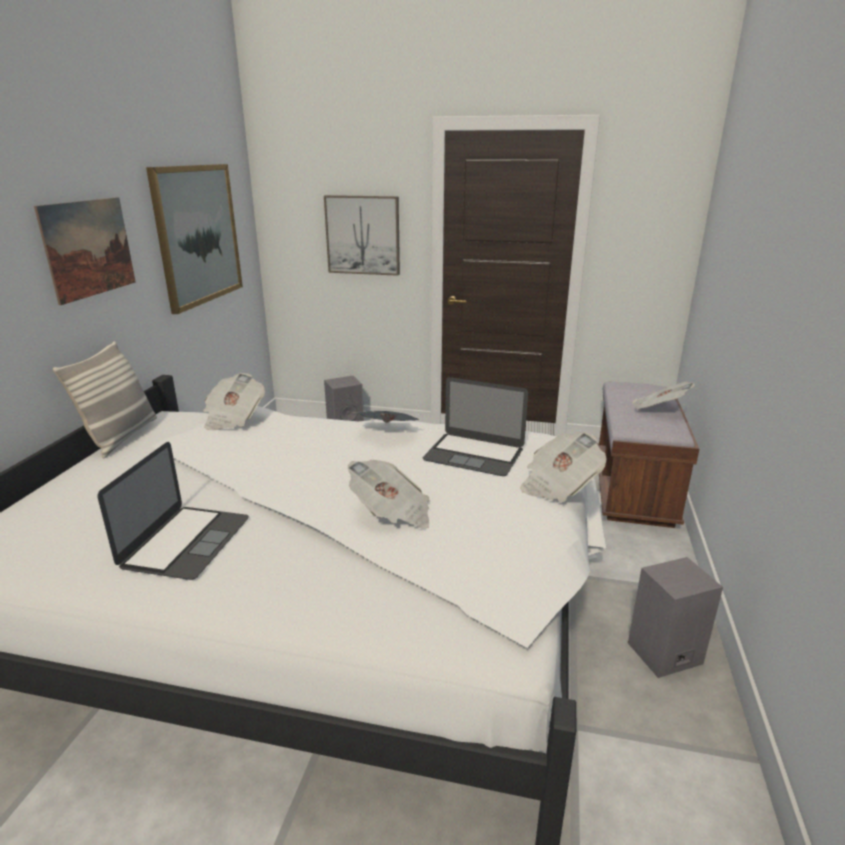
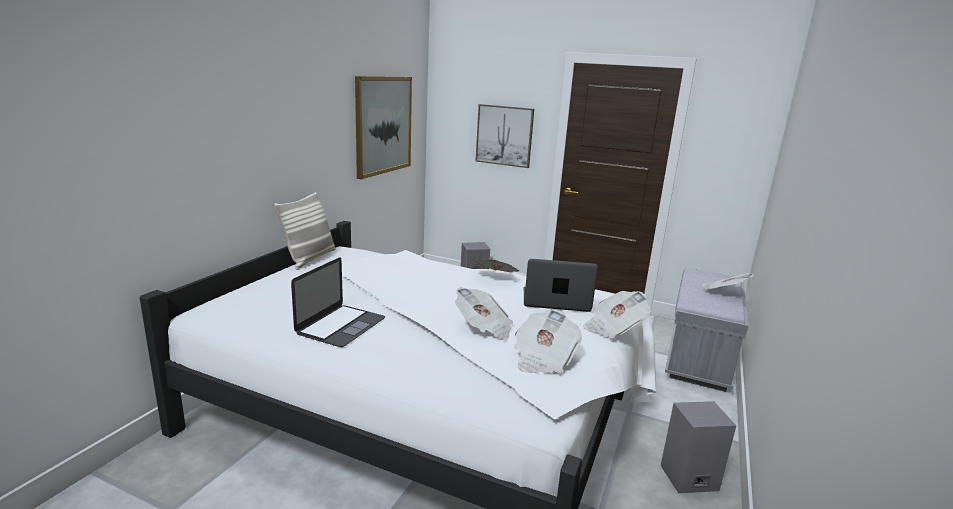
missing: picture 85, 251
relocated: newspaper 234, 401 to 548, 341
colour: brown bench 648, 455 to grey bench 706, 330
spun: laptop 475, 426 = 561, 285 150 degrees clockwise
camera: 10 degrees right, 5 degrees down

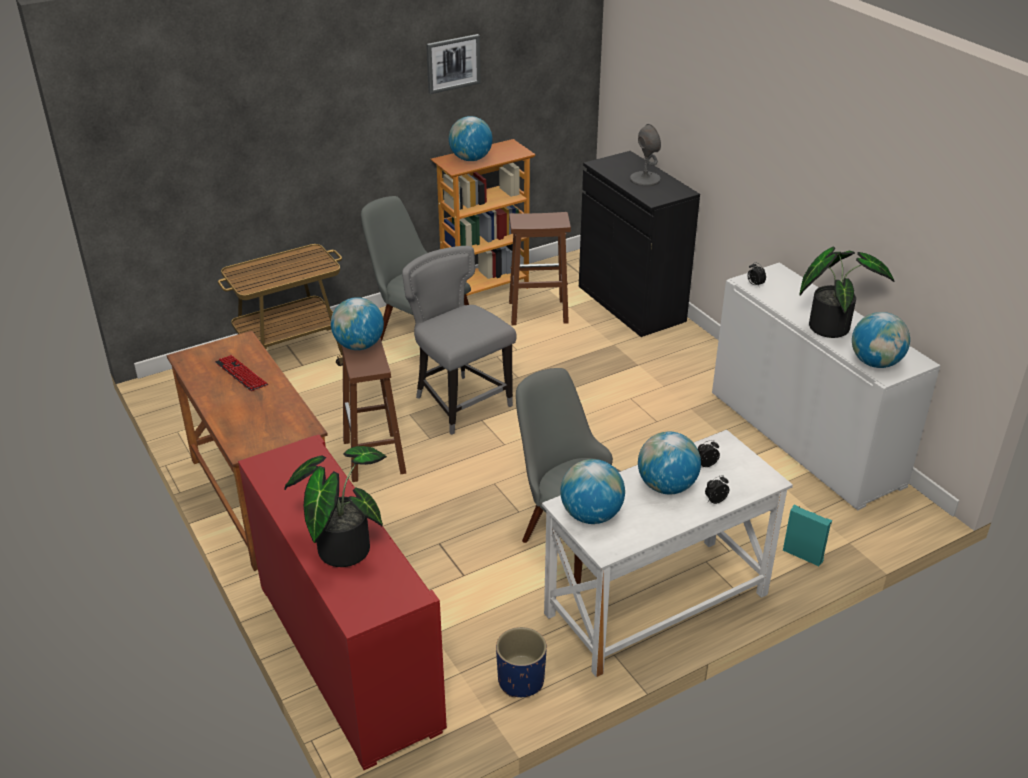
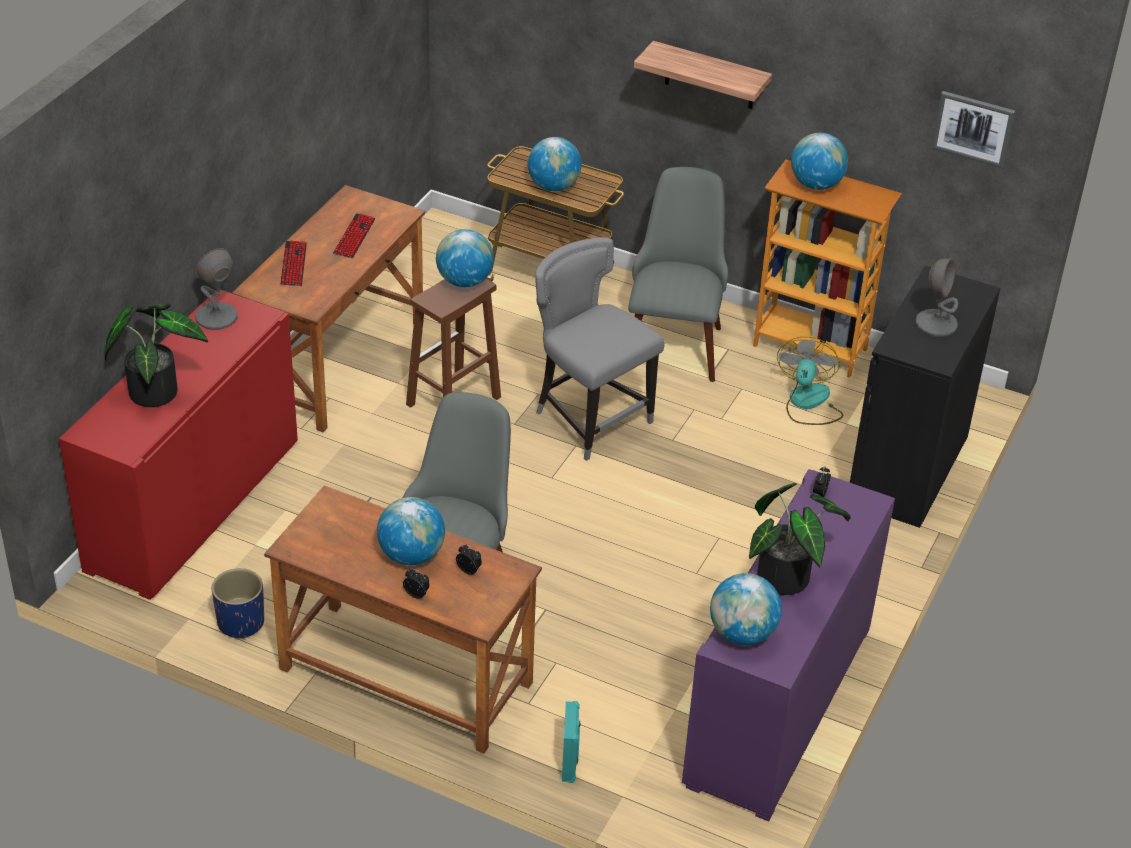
appeared: grey table lamp 216, 289; keyboard 293, 263; shelf 703, 75
relocated: globe 592, 491 to 555, 164; picture 453, 64 to 973, 129
exchanged: brown stool 540, 268 to fan 810, 381
colour: white desk 667, 553 to brown desk 403, 619; white cabinet 826, 386 to purple cabinet 788, 645
spun: grey chair 459, 340 = 600, 349 60 degrees counterclockwise
camera: 55 degrees right, 5 degrees up

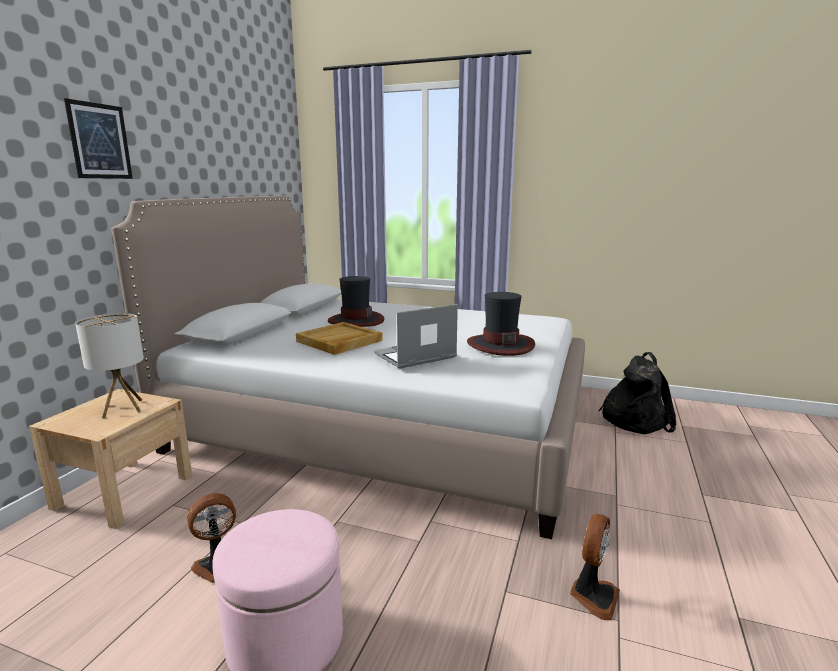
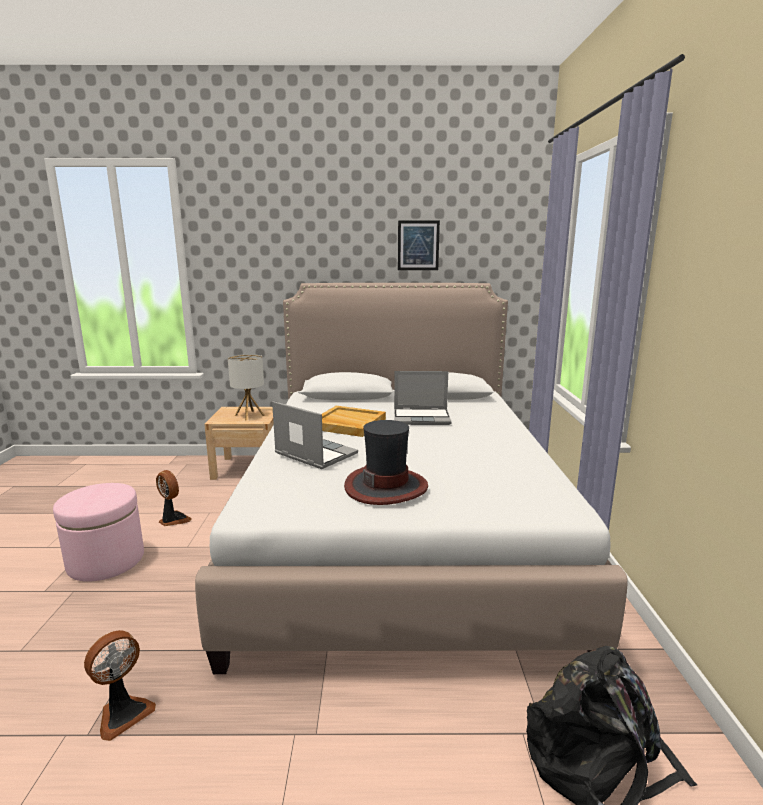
relocated: picture 98, 138 to 419, 245
exchanged: hat 356, 301 to laptop 422, 398
spun: fan 595, 567 = 120, 685 60 degrees counterclockwise
camera: 70 degrees right, 0 degrees up

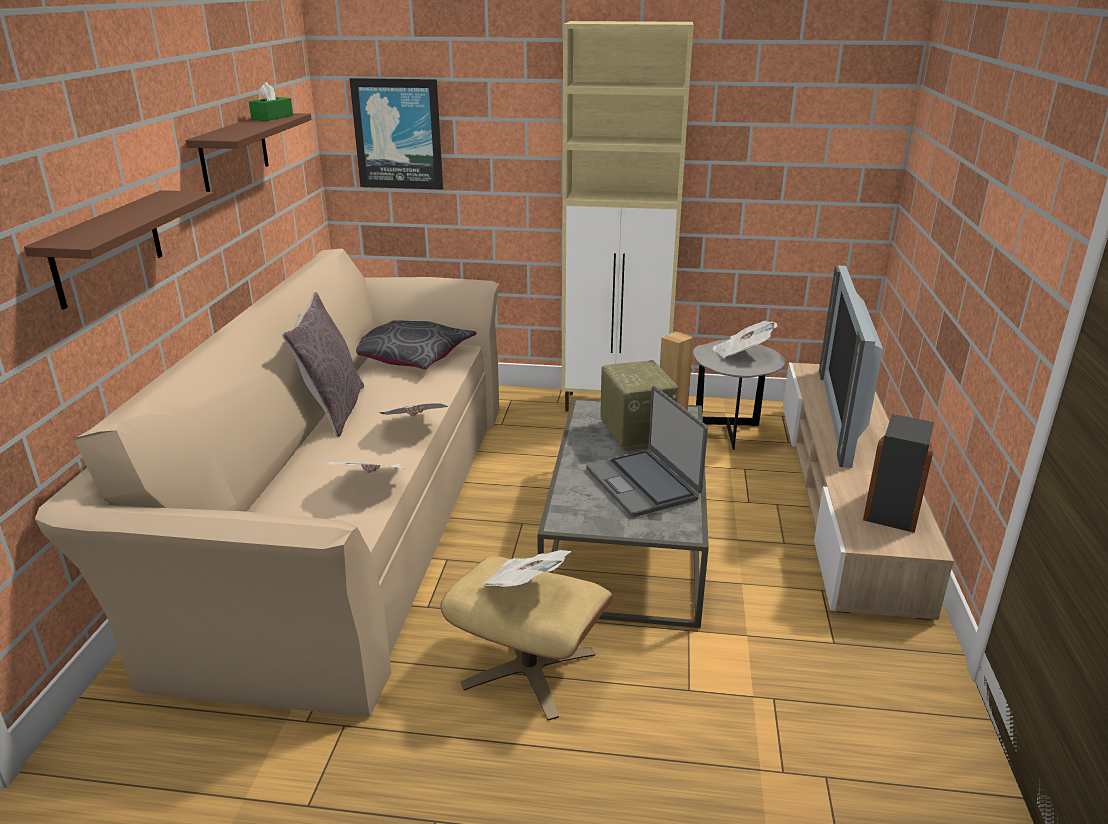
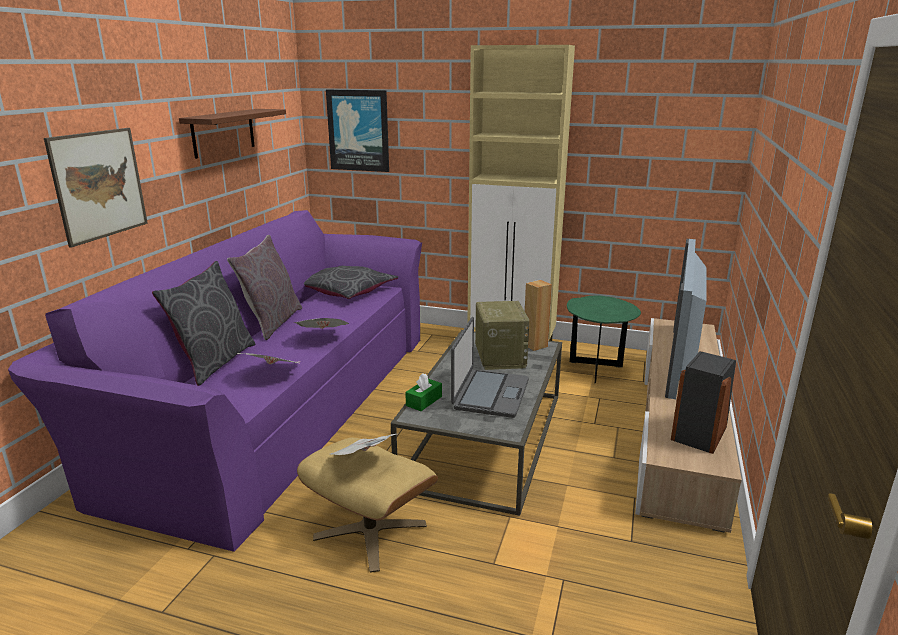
missing: newspaper 744, 339
appeared: grey pillow 203, 323
relocated: green tissue box 271, 101 to 423, 392
exchanged: brown shelf 119, 249 to picture 96, 188
colour: beige sofa 267, 483 to purple sofa 215, 381; grey side table 739, 395 to green side table 604, 339
spun: laptop 647, 451 = 490, 367 150 degrees counterclockwise
camera: 10 degrees right, 5 degrees down

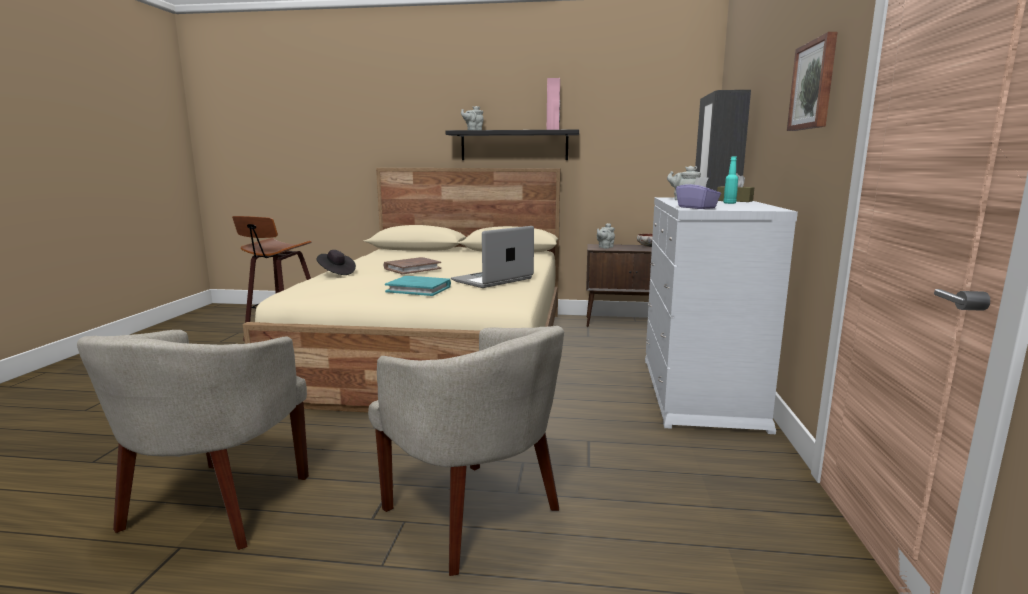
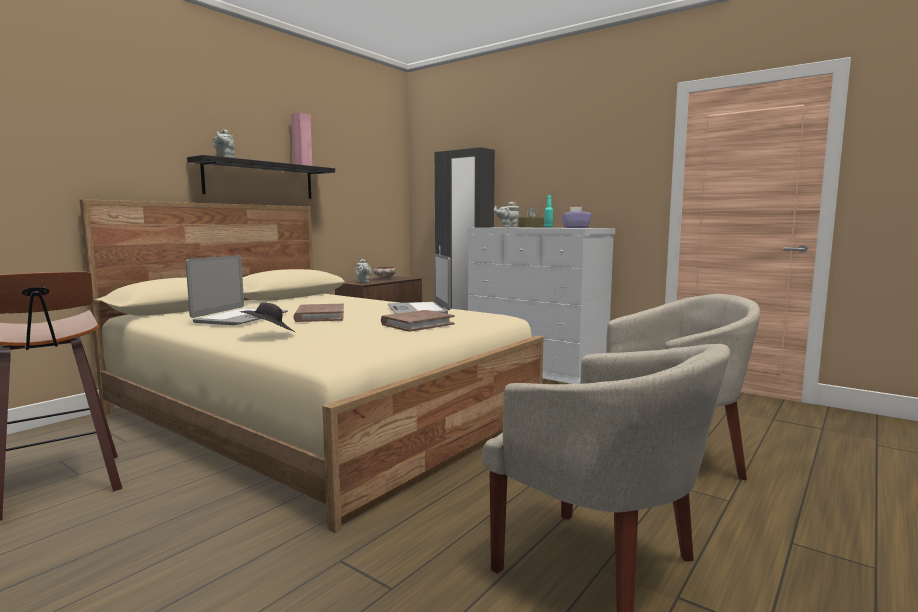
missing: picture 812, 81
appeared: laptop 237, 290
colour: turquoise book 418, 286 to brown book 418, 321
camera: 60 degrees left, 5 degrees down

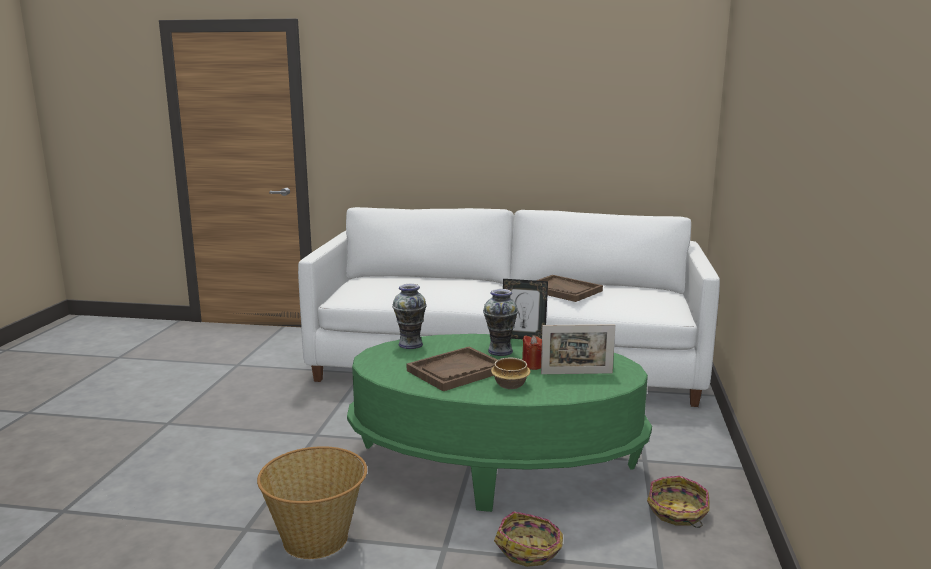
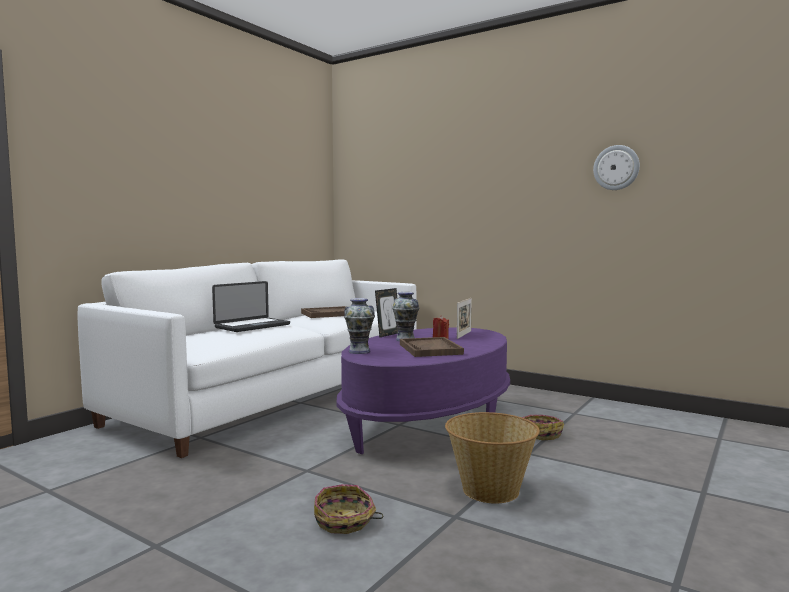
missing: bowl 510, 373
appeared: laptop 251, 306; wall clock 616, 167
relocated: basket 678, 502 to 348, 509
colour: green coffee table 499, 423 to purple coffee table 423, 390
camera: 65 degrees left, 10 degrees down

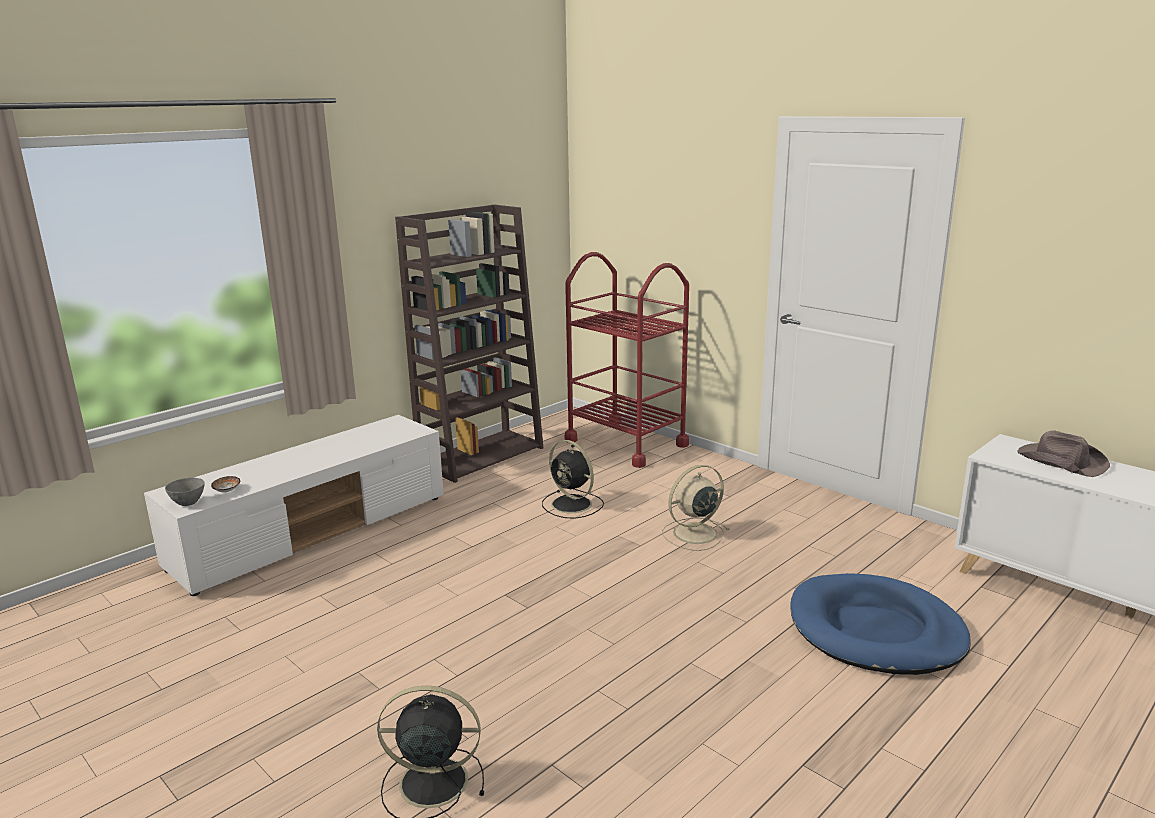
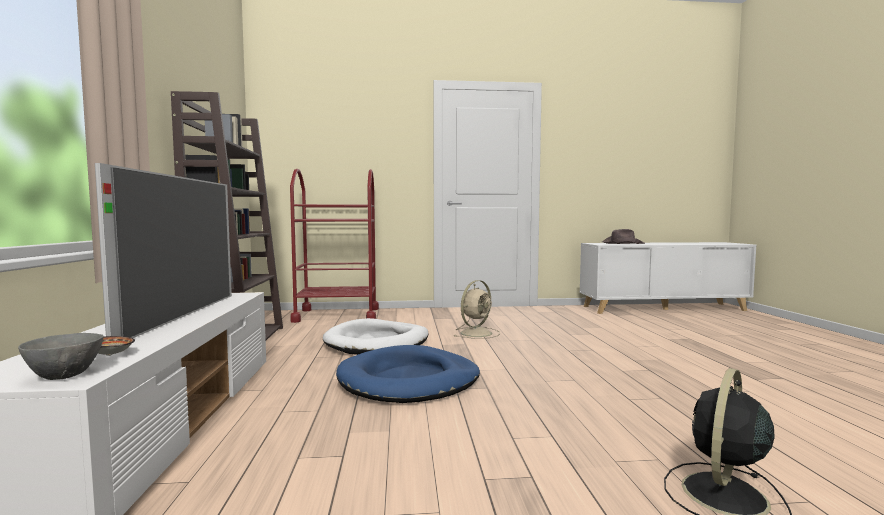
appeared: television 163, 250
relocated: blue dog bed 880, 624 to 408, 374
exchanged: black fan 573, 479 to white dog bed 376, 336
spun: beige fan 695, 508 = 476, 309 150 degrees counterclockwise
camera: 50 degrees left, 15 degrees down

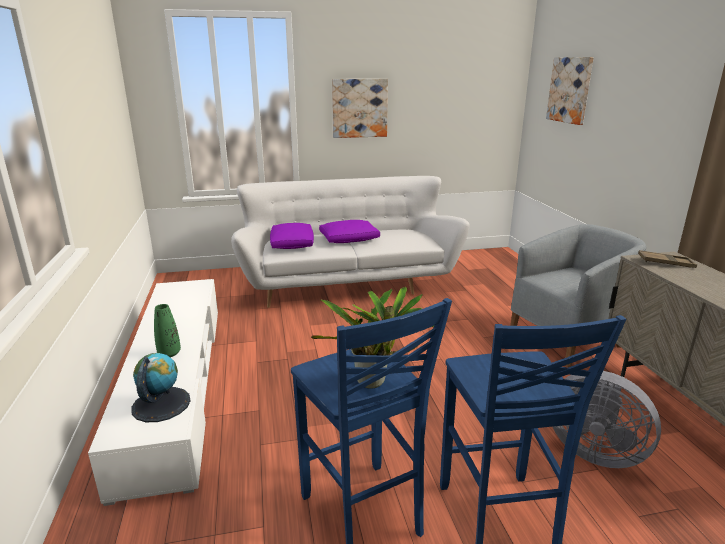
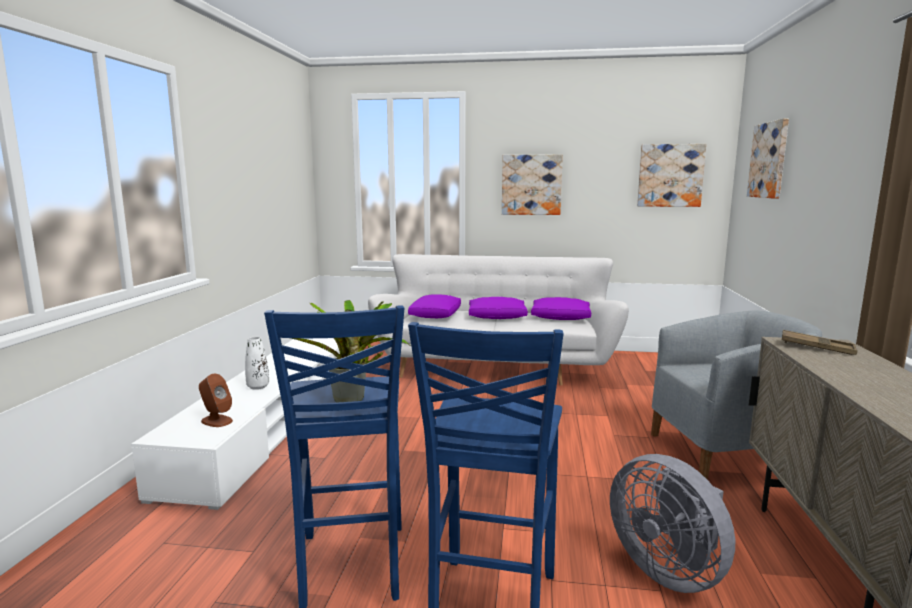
appeared: purple pillow 561, 308; picture 671, 175
exchanged: globe 161, 387 to brown speaker 216, 400
colour: green vase 167, 330 to white vase 257, 363
camera: 20 degrees right, 10 degrees down

